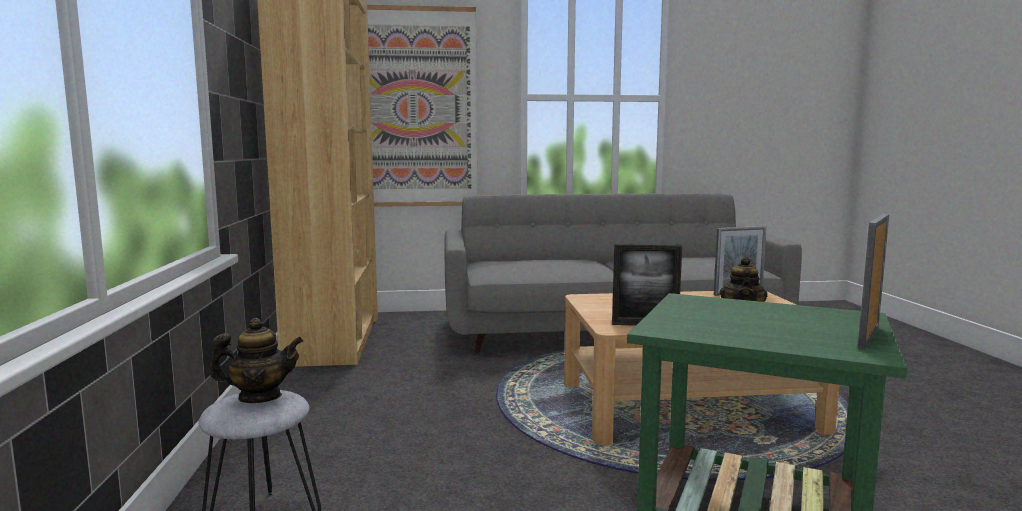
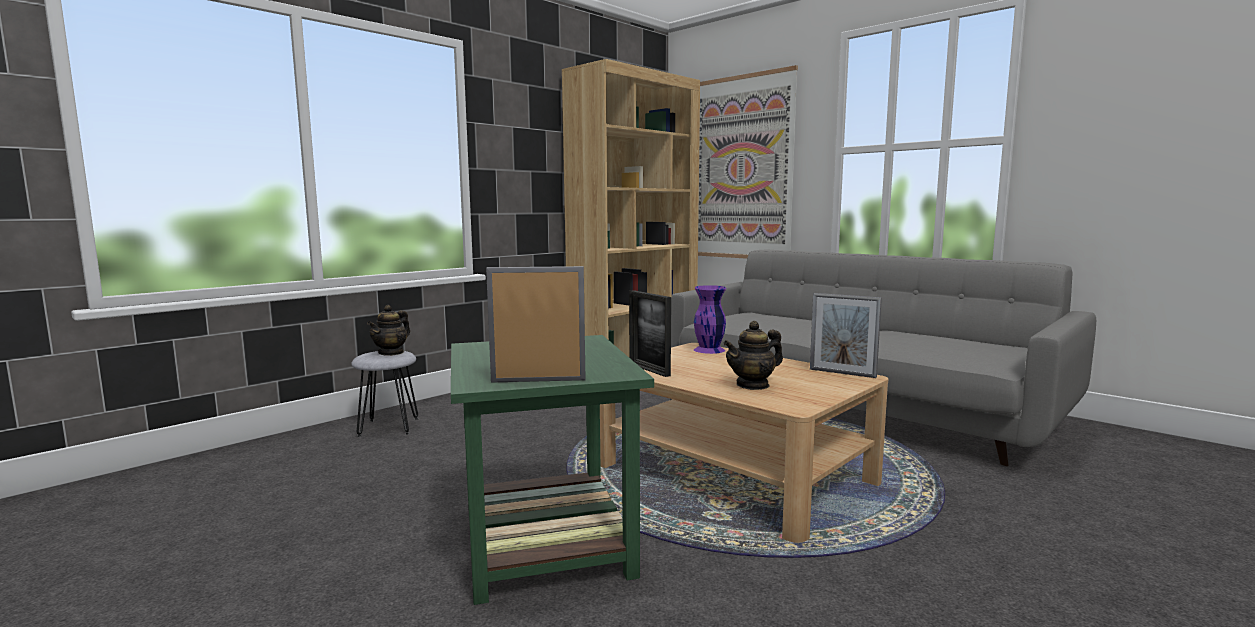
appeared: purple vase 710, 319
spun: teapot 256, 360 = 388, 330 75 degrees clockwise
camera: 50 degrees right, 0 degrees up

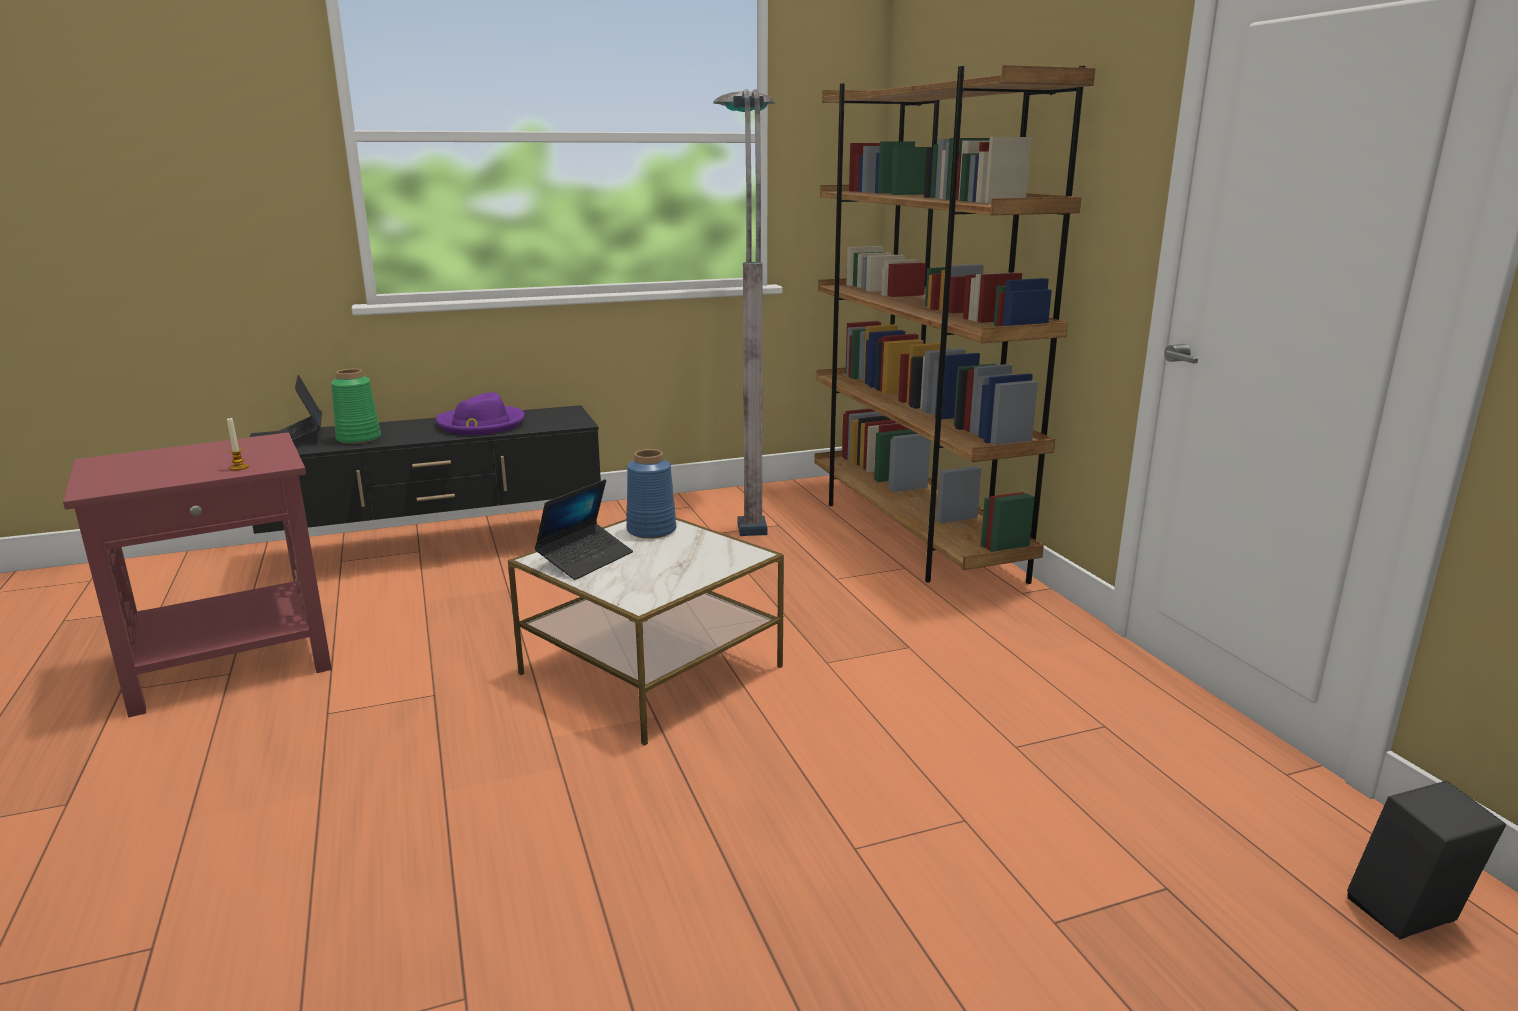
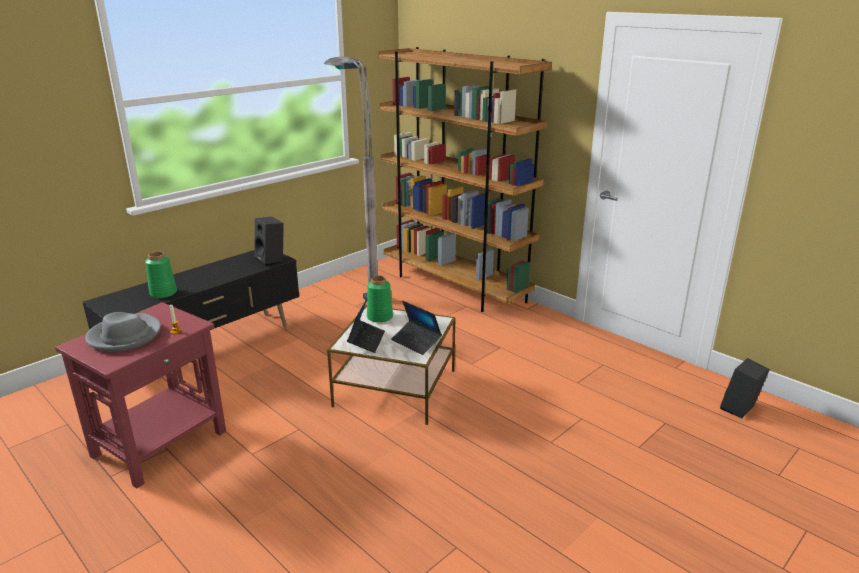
missing: purple hat 480, 413
appeared: grey hat 123, 332; black speaker 269, 241
relocated: laptop 300, 408 to 416, 328
colour: blue vase 651, 494 to green vase 380, 299
camera: 25 degrees left, 5 degrees up

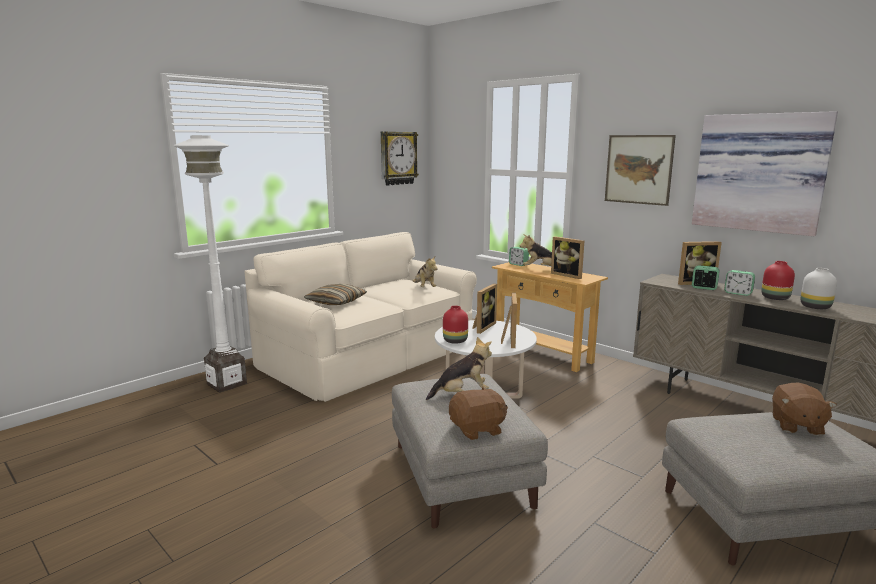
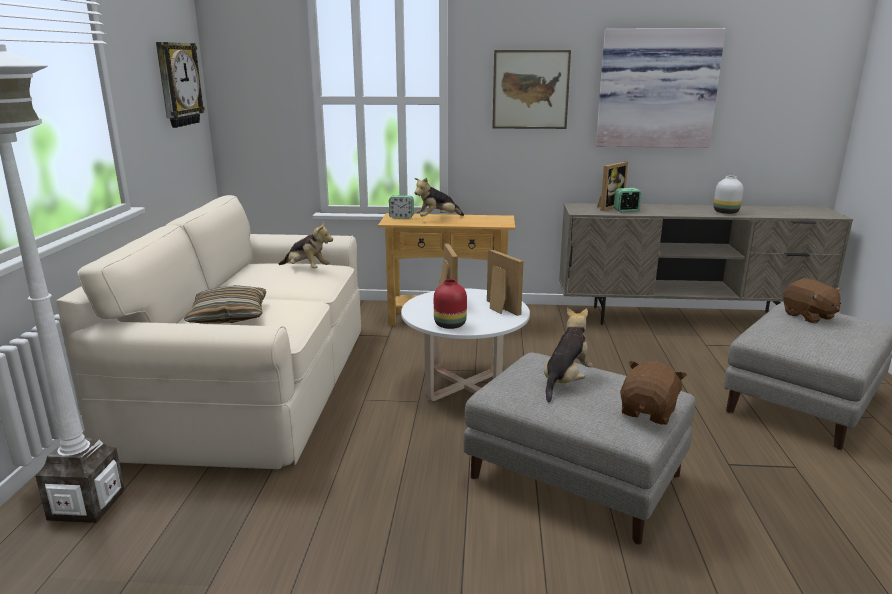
missing: picture frame 568, 257; alarm clock 739, 283; red vase 778, 280
camera: 40 degrees left, 5 degrees up

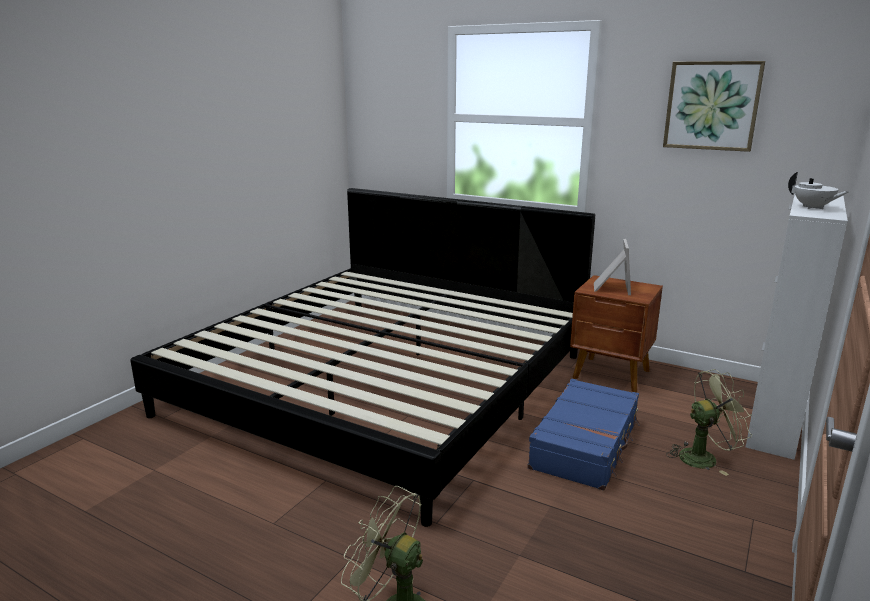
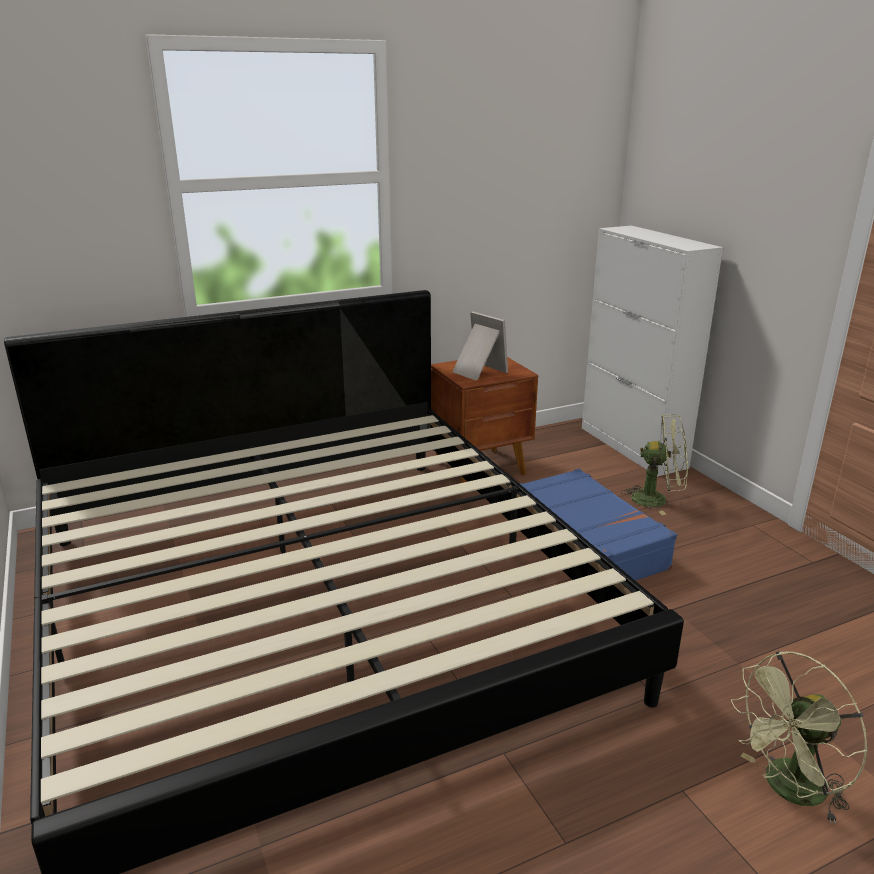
missing: picture 714, 106; white teapot 818, 190
spun: green fan 709, 422 = 654, 464 75 degrees clockwise
camera: 55 degrees left, 5 degrees up

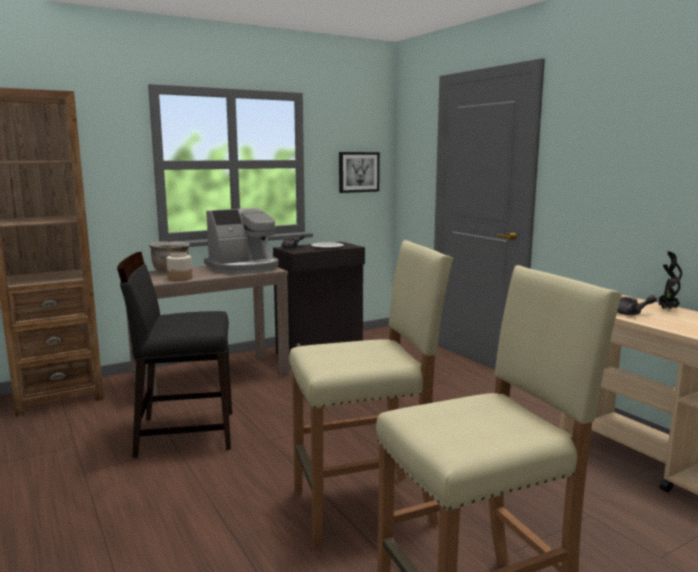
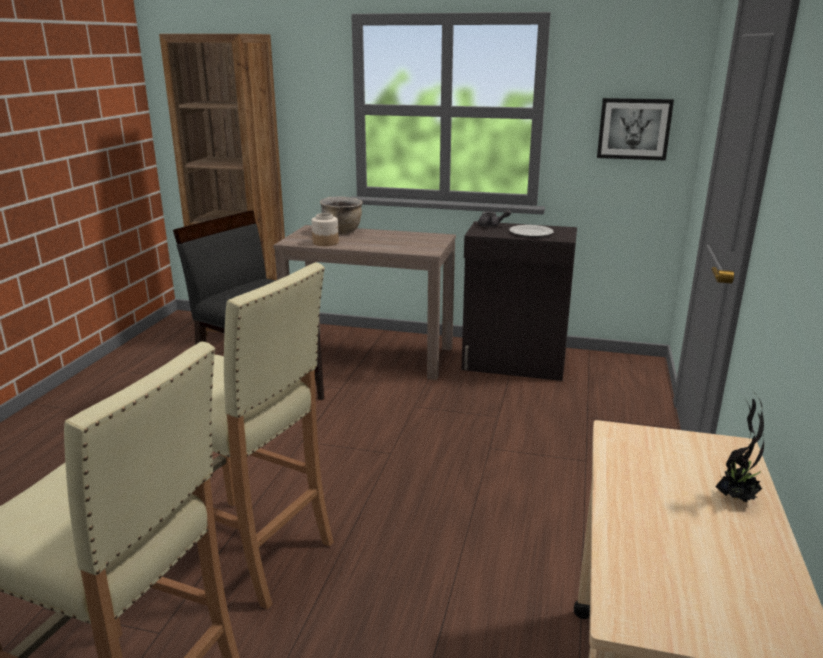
missing: coffee machine 241, 241; grey teapot 637, 305
camera: 45 degrees right, 10 degrees up

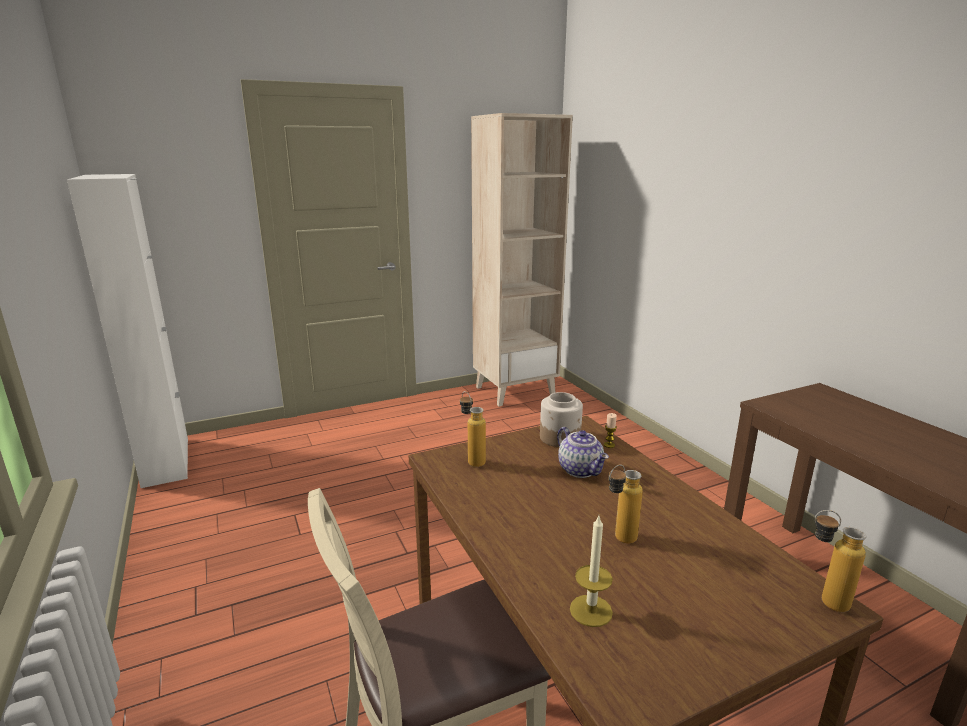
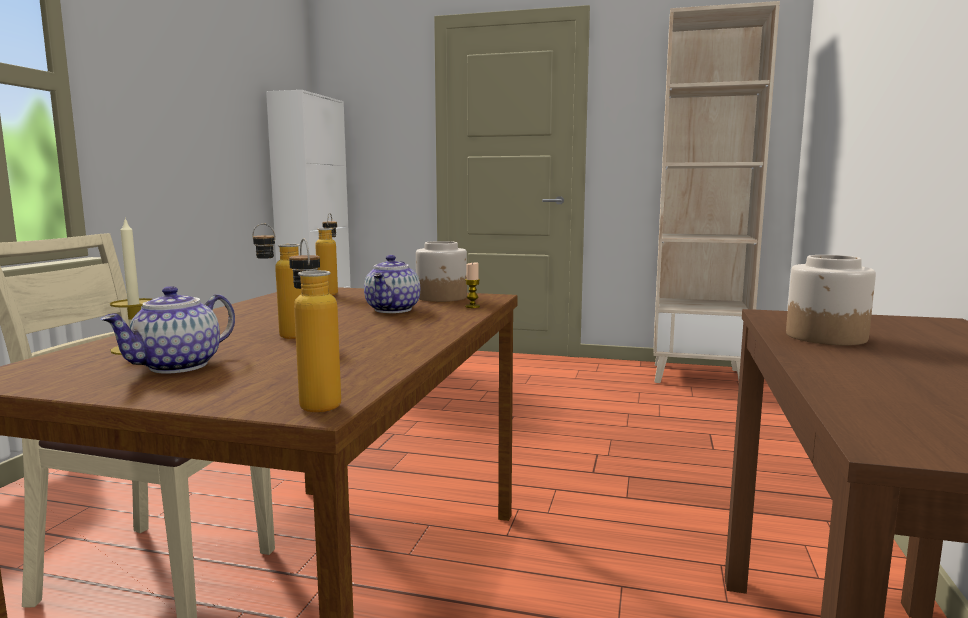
appeared: teapot 167, 330; jar 831, 300
camera: 40 degrees right, 10 degrees down

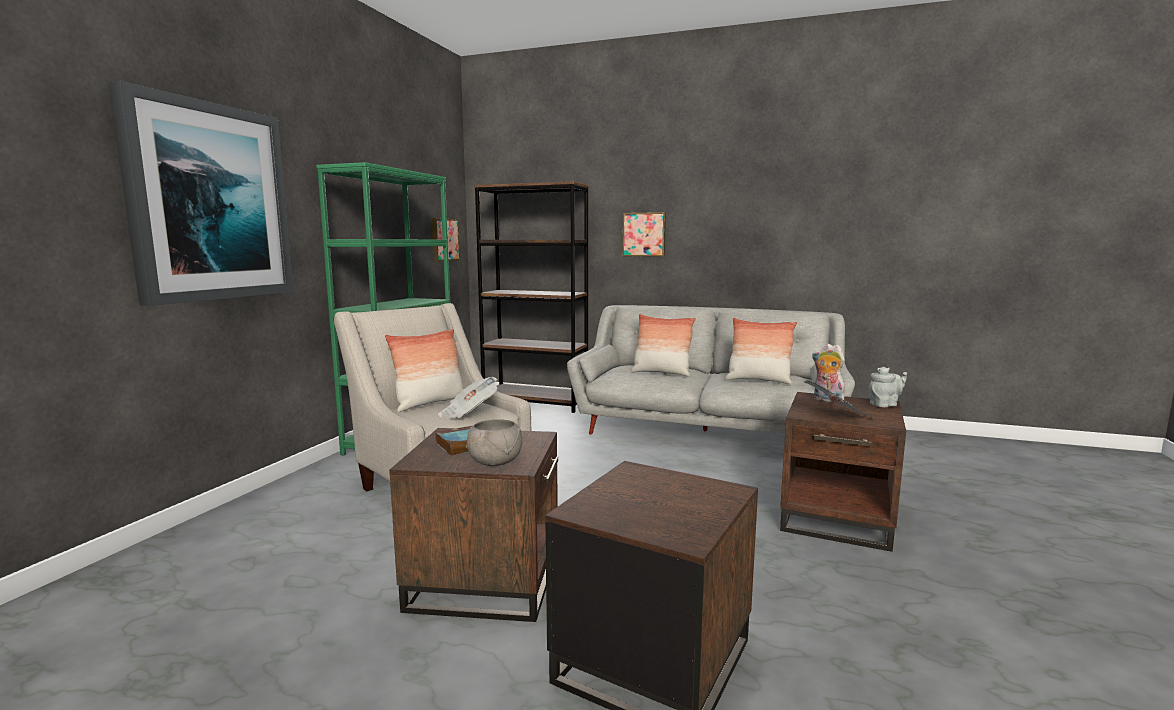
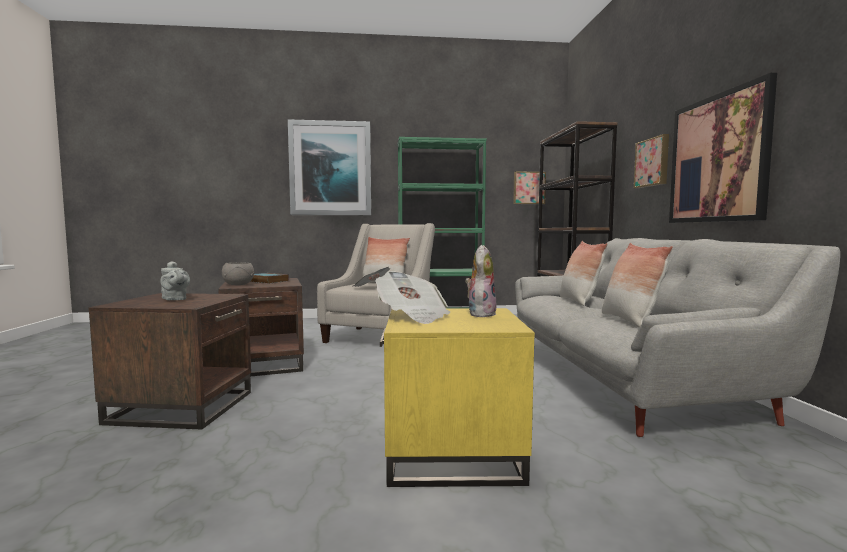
appeared: picture 723, 148
relocated: grey teapot 888, 387 to 175, 280
colour: brown side table 843, 472 to yellow side table 457, 397
camera: 65 degrees right, 5 degrees down

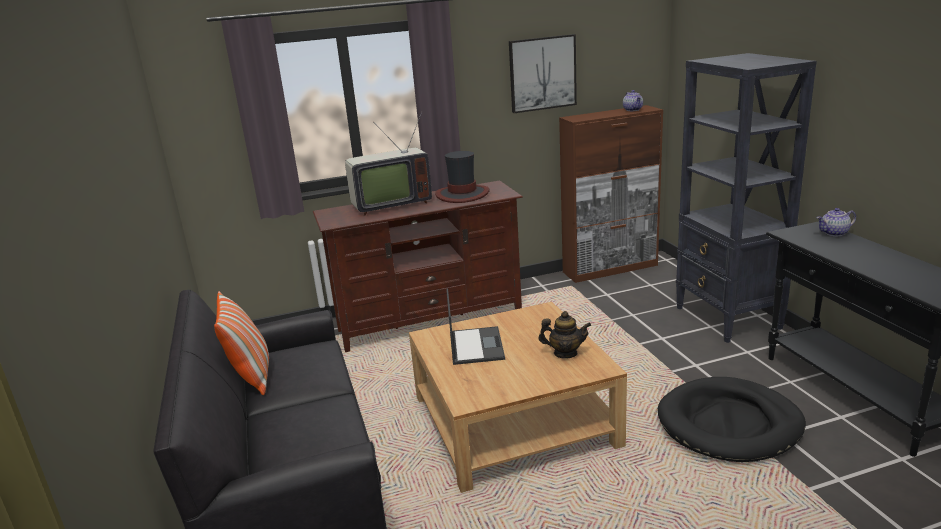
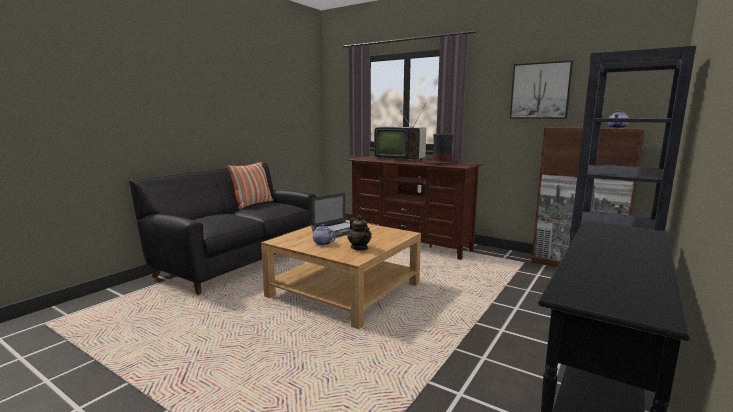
missing: black dog bed 732, 419
relocated: teapot 836, 222 to 323, 234
camera: 50 degrees right, 10 degrees down

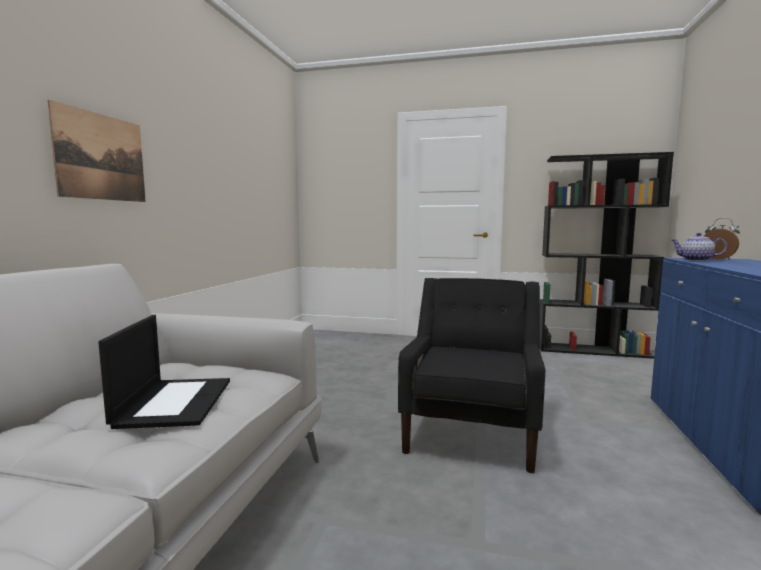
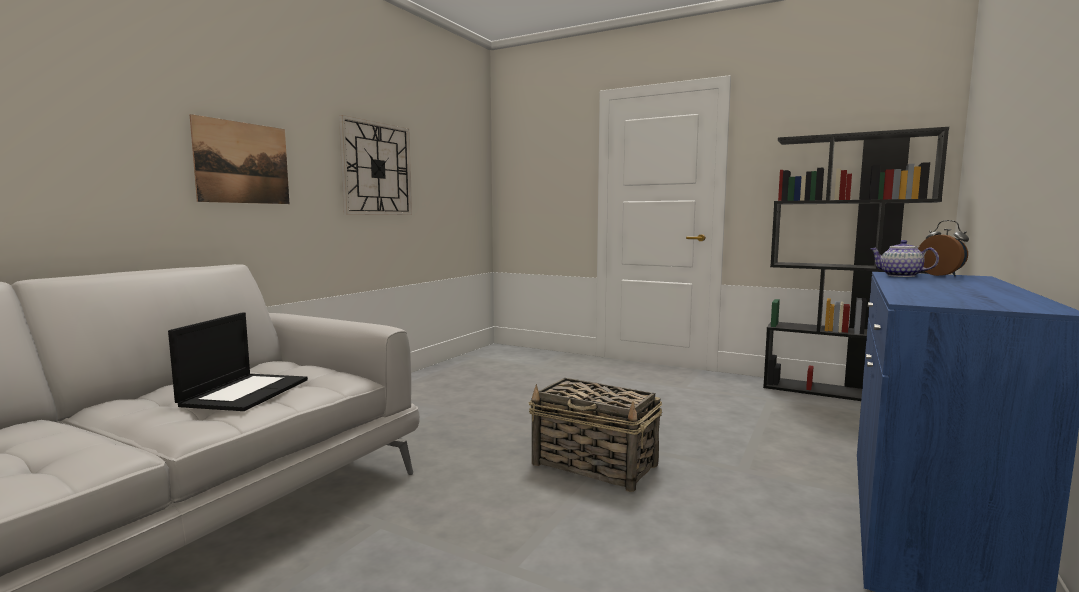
appeared: wall clock 375, 165
exchanged: black armchair 471, 375 to basket 596, 435
camera: 15 degrees right, 0 degrees up

